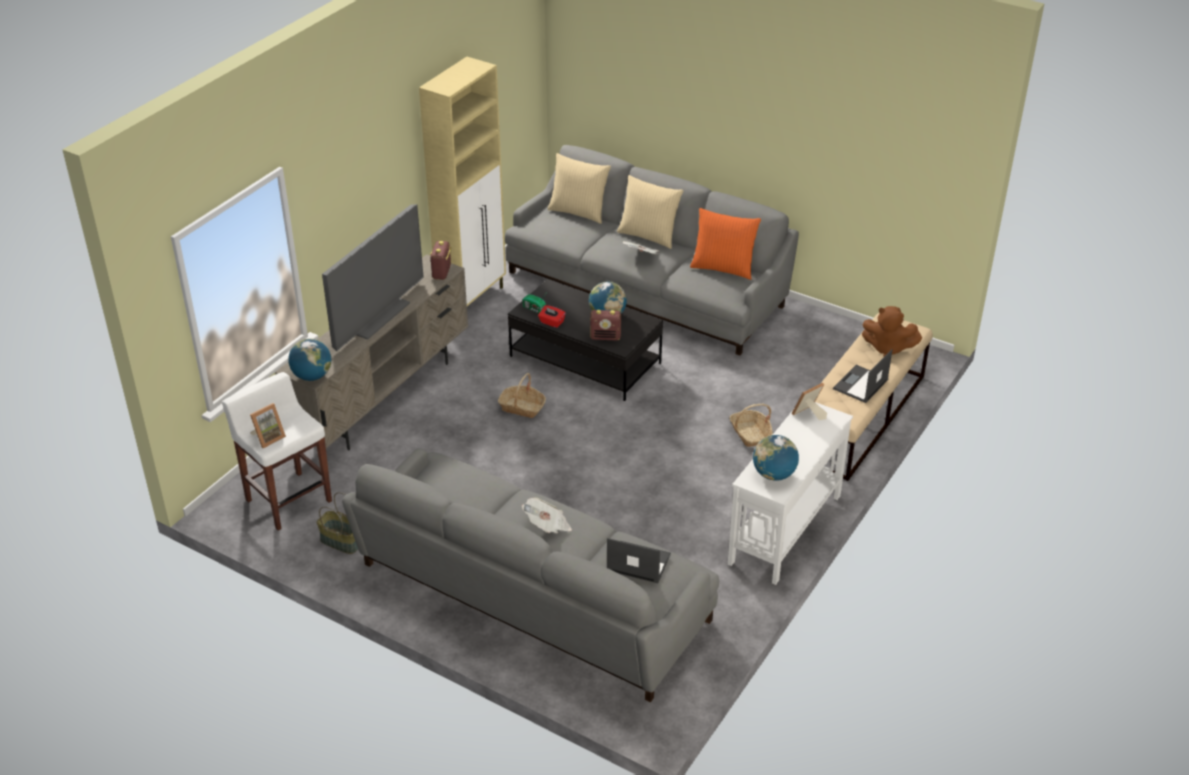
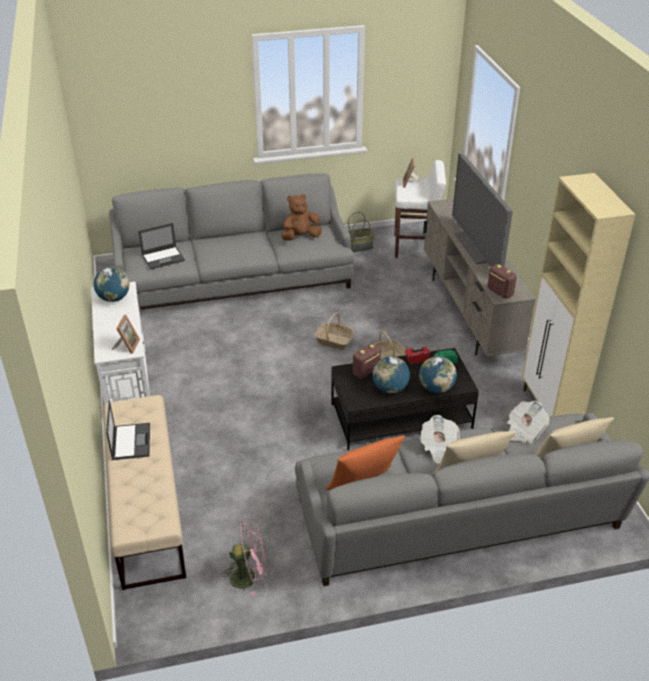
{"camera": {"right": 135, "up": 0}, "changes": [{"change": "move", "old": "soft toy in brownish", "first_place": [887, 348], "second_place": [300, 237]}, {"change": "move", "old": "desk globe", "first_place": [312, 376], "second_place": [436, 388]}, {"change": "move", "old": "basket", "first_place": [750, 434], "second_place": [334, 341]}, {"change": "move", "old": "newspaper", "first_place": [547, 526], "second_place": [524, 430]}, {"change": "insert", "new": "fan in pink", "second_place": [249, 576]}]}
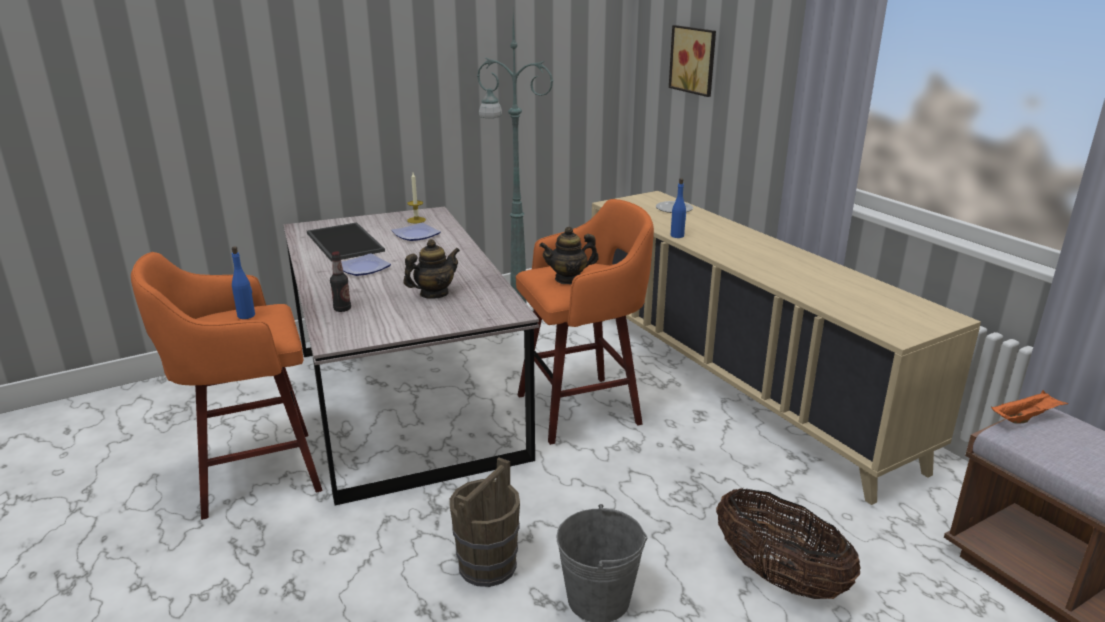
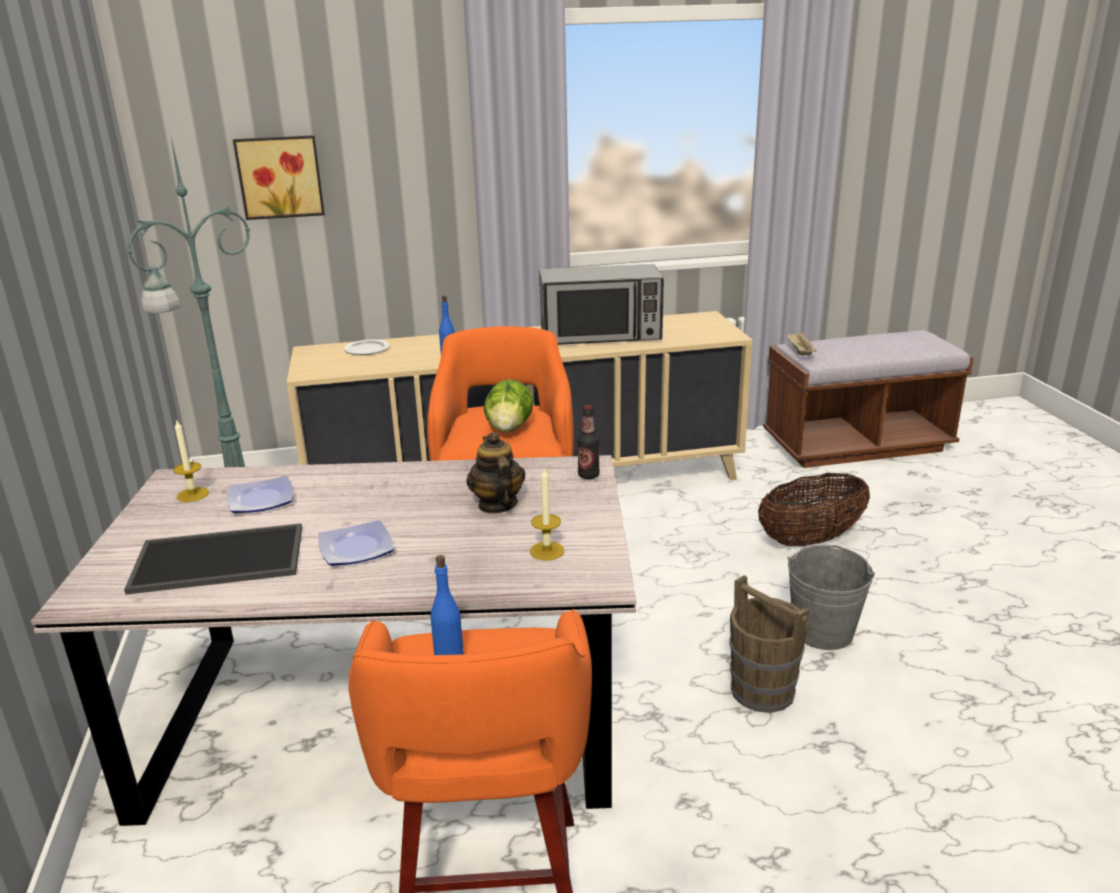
{"camera": {"right": -70, "up": 0}, "changes": [{"change": "replace", "old": "tea pot", "new": "head of lettuce", "first_place": [568, 279], "second_place": [509, 429]}, {"change": "move", "old": "drink bottle", "first_place": [342, 309], "second_place": [588, 475]}, {"change": "recolor", "old": "carrying tray in orangey", "new": "carrying tray in beige", "first_place": [1025, 418], "second_place": [799, 351]}, {"change": "insert", "new": "microwave oven", "second_place": [601, 335]}, {"change": "insert", "new": "wax candle", "second_place": [547, 551]}]}
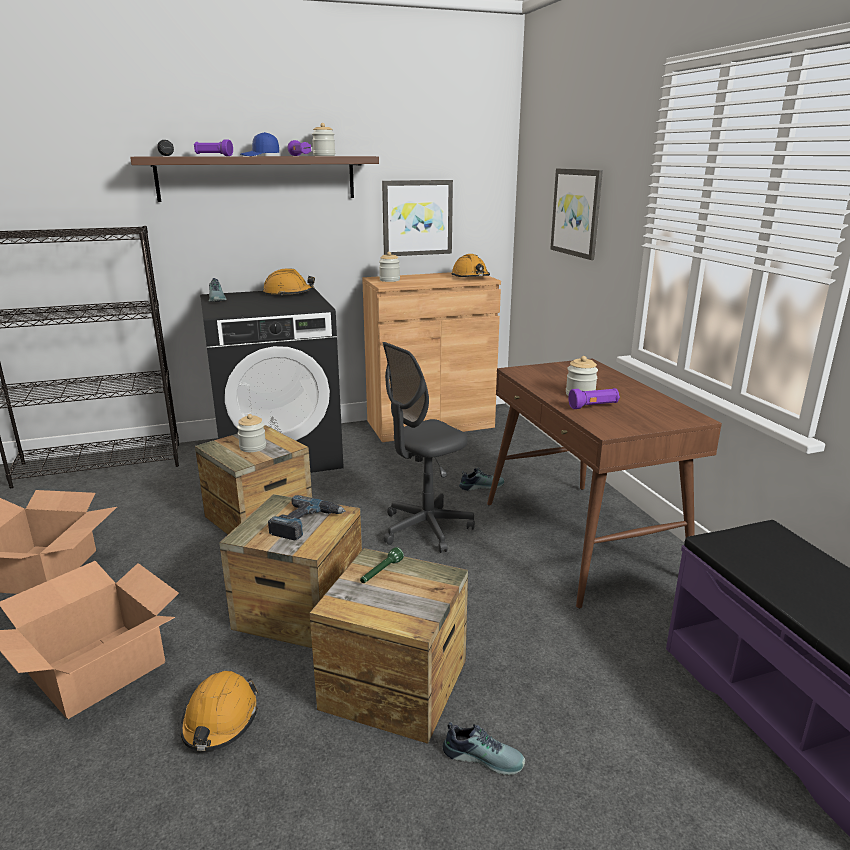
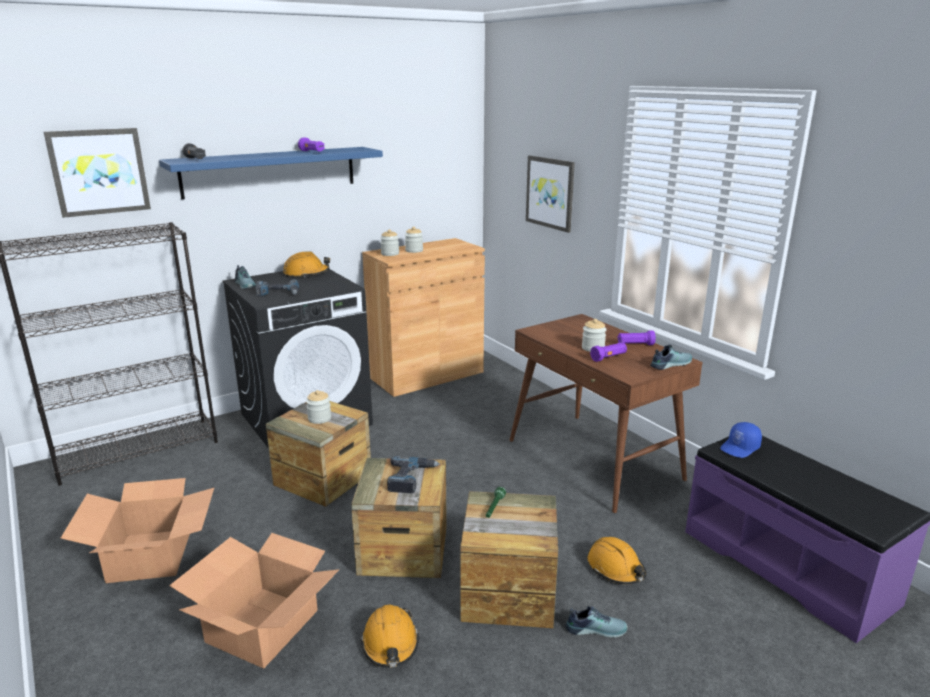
{"camera": {"right": -15, "up": 0}, "changes": [{"change": "move", "old": "storage jar", "first_place": [324, 155], "second_place": [414, 250]}, {"change": "move", "old": "cap in bluish", "first_place": [260, 156], "second_place": [740, 448]}, {"change": "move", "old": "hand torch in purple-coloured", "first_place": [213, 156], "second_place": [635, 344]}, {"change": "recolor", "old": "wall shelf in brownish", "new": "wall shelf in bluish", "first_place": [257, 178], "second_place": [270, 171]}, {"change": "move", "old": "picture", "first_place": [417, 218], "second_place": [99, 172]}, {"change": "move", "old": "work helmet in orangey", "first_place": [470, 277], "second_place": [616, 569]}, {"change": "delete", "old": "desk chair in gray", "first_place": [426, 529]}, {"change": "move", "old": "shoe", "first_place": [481, 486], "second_place": [669, 364]}, {"change": "insert", "new": "drill", "second_place": [278, 293]}]}
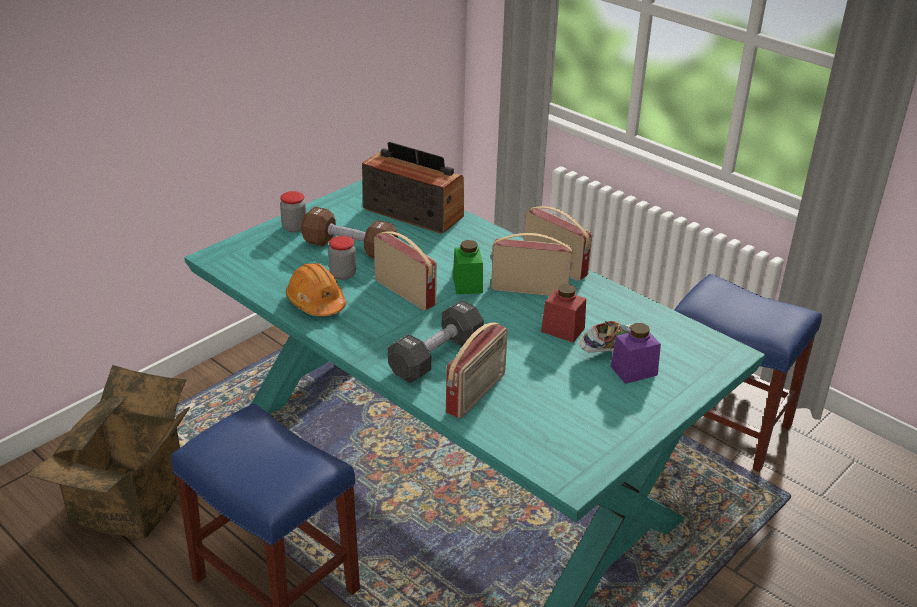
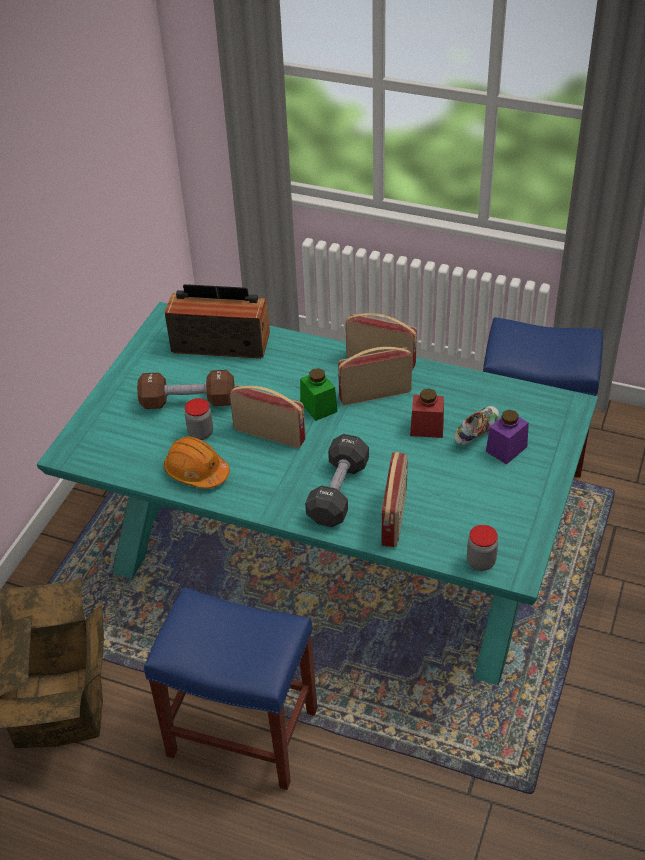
{"camera": {"right": -20, "up": 10}, "changes": [{"change": "move", "old": "storage jar", "first_place": [294, 227], "second_place": [480, 562]}]}
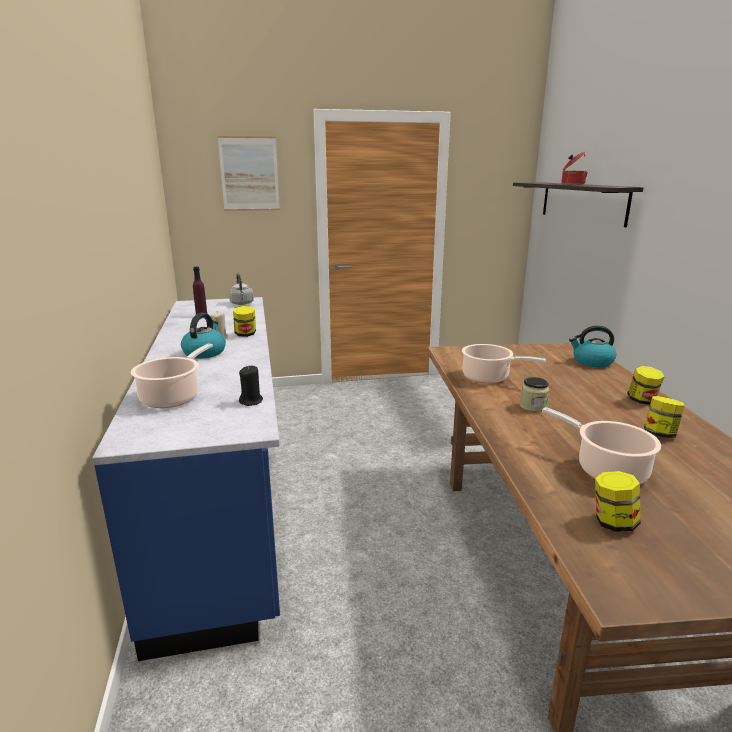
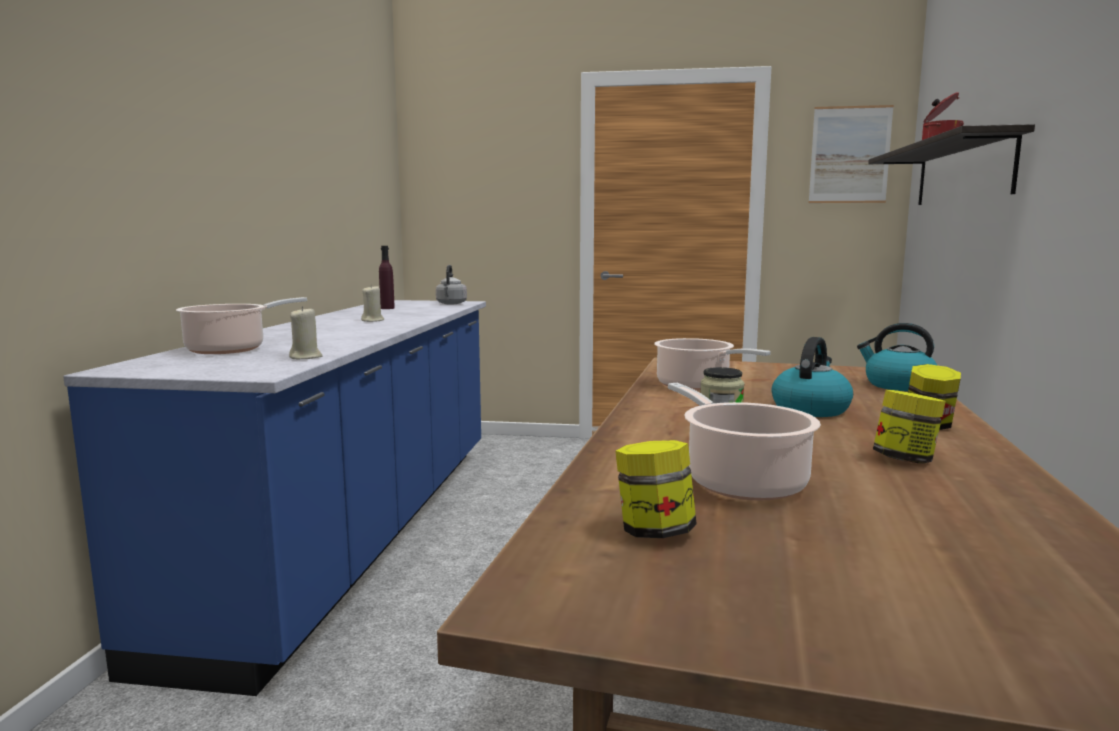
{"camera": {"right": 20, "up": -10}, "changes": [{"change": "move", "old": "picture", "first_place": [249, 174], "second_place": [850, 155]}, {"change": "delete", "old": "storage jar", "first_place": [245, 334]}, {"change": "move", "old": "kettle", "first_place": [204, 352], "second_place": [810, 409]}, {"change": "recolor", "old": "wax candle in black-coloured", "new": "wax candle in beige", "first_place": [251, 401], "second_place": [306, 357]}]}
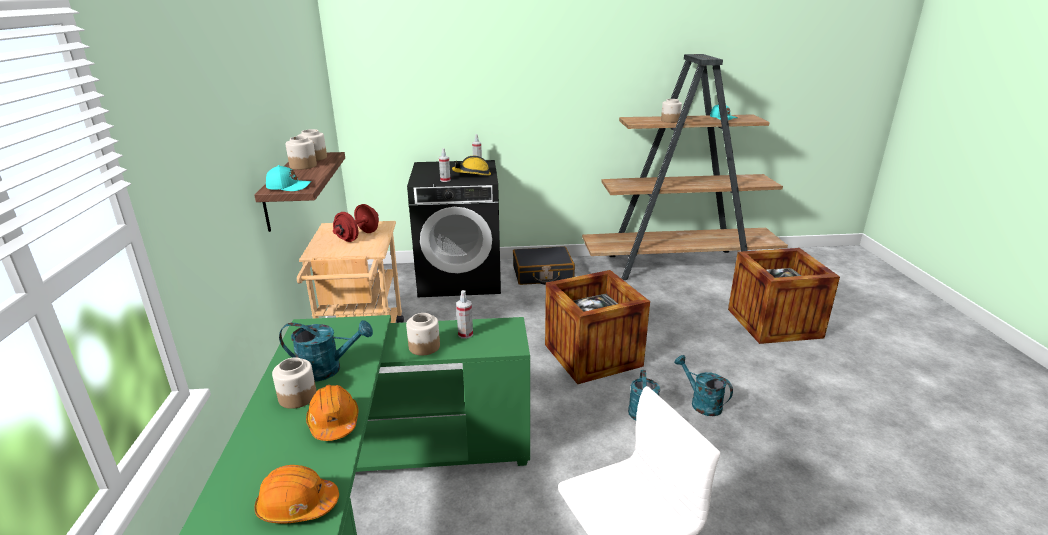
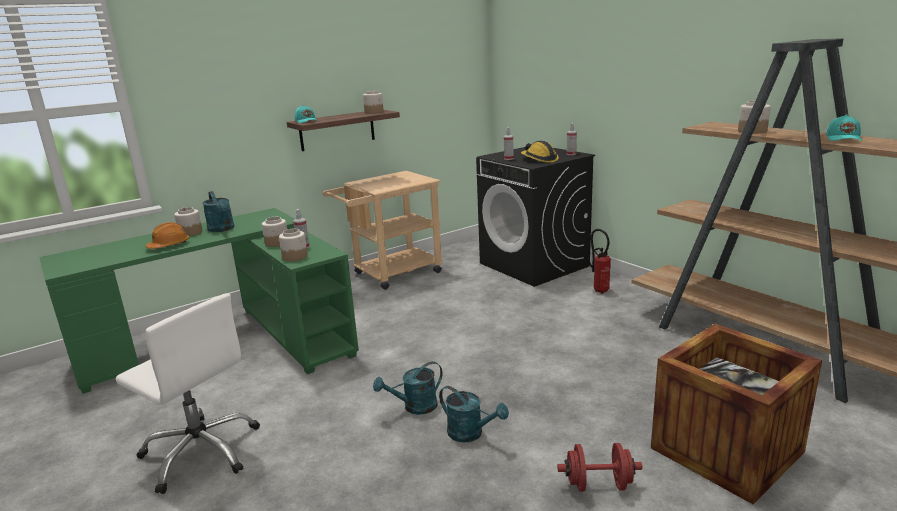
{"camera": {"right": 60, "up": -5}, "changes": [{"change": "move", "old": "storage jar", "first_place": [303, 166], "second_place": [295, 256]}, {"change": "move", "old": "dumbbell in reddish", "first_place": [358, 236], "second_place": [598, 484]}, {"change": "replace", "old": "travel case in black-coloured", "new": "fire extinguisher", "first_place": [542, 274], "second_place": [599, 290]}, {"change": "delete", "old": "crate", "first_place": [592, 355]}, {"change": "rotate", "old": "sprinkling can in blue-green", "first_place": [701, 403], "second_place": [471, 434], "degrees": 105}, {"change": "delete", "old": "work helmet in orangey", "first_place": [297, 505]}]}
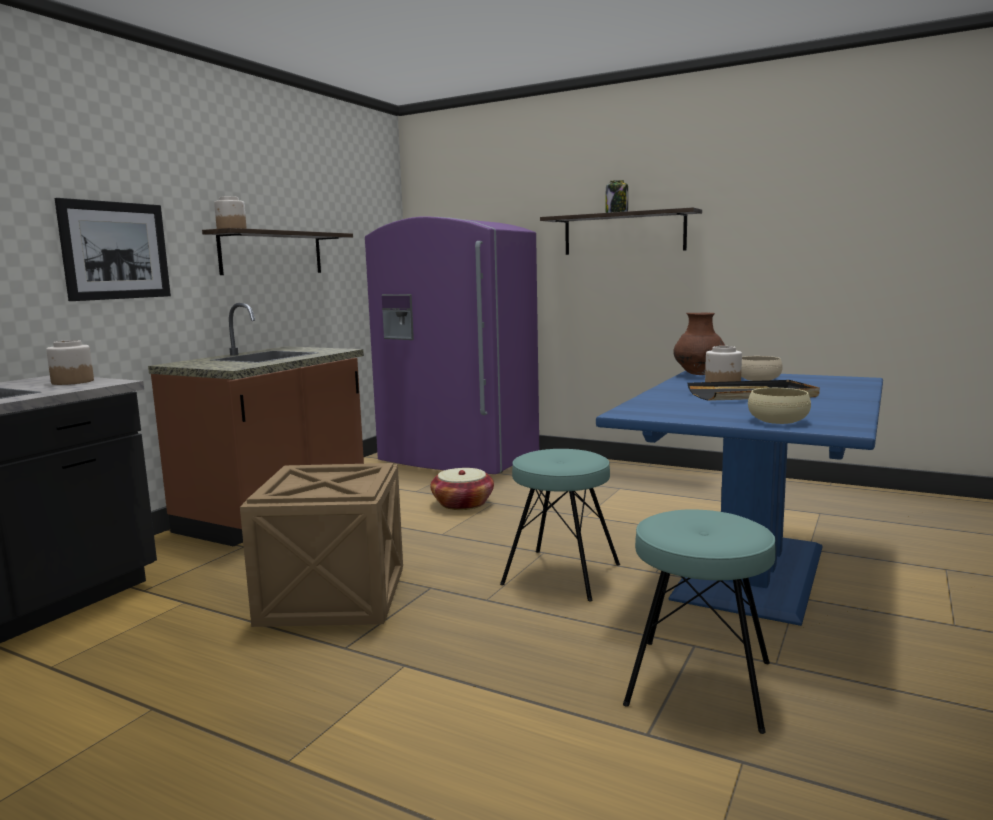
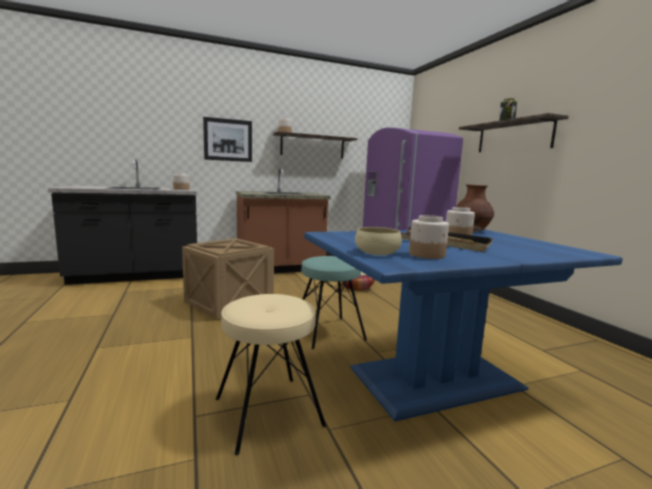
{"camera": {"right": 40, "up": 0}, "changes": [{"change": "delete", "old": "serving bowl in beige", "first_place": [758, 379]}, {"change": "recolor", "old": "stool in blue-green", "new": "stool in beige", "first_place": [699, 683], "second_place": [268, 411]}, {"change": "insert", "new": "storage jar", "second_place": [427, 255]}]}
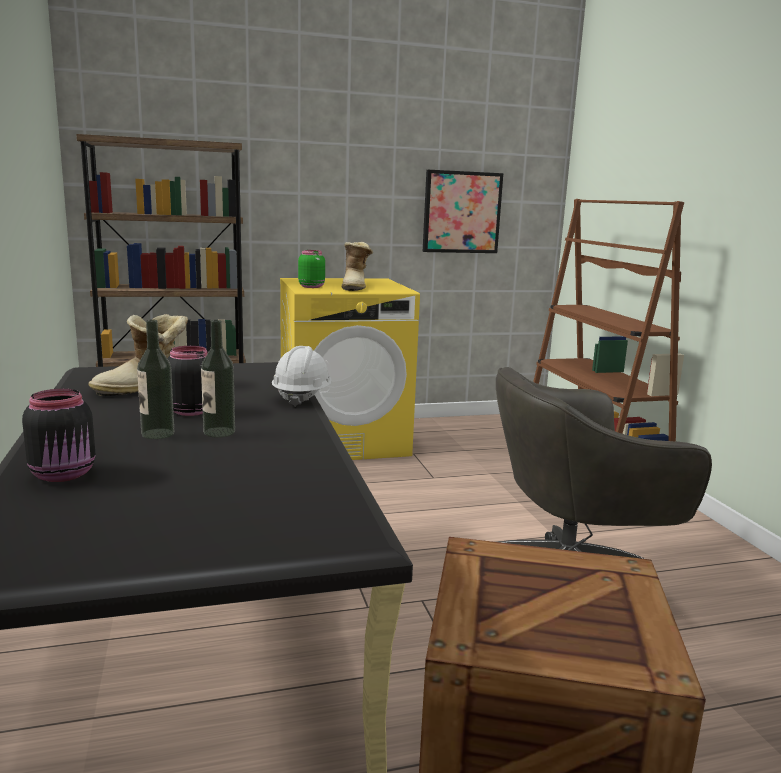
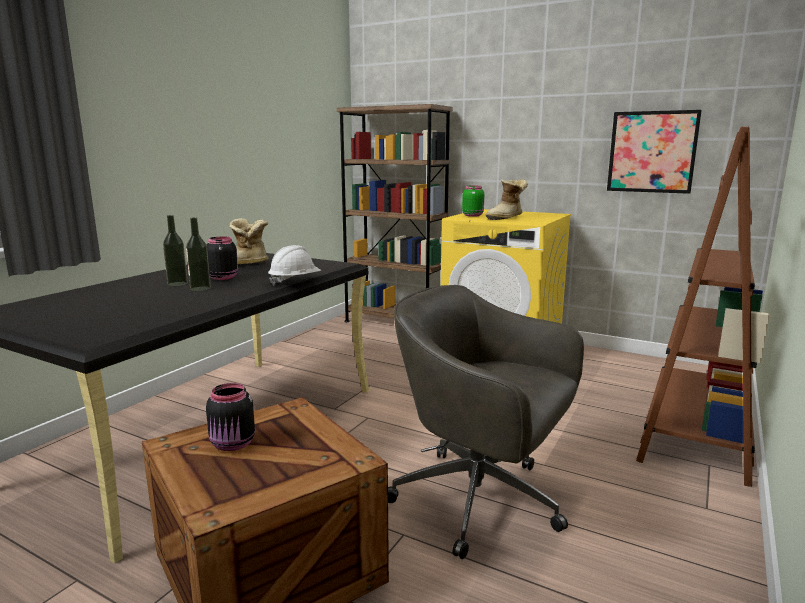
{"camera": {"right": 45, "up": 0}, "changes": [{"change": "move", "old": "storage jar in black-coloured", "first_place": [65, 474], "second_place": [233, 444]}]}
